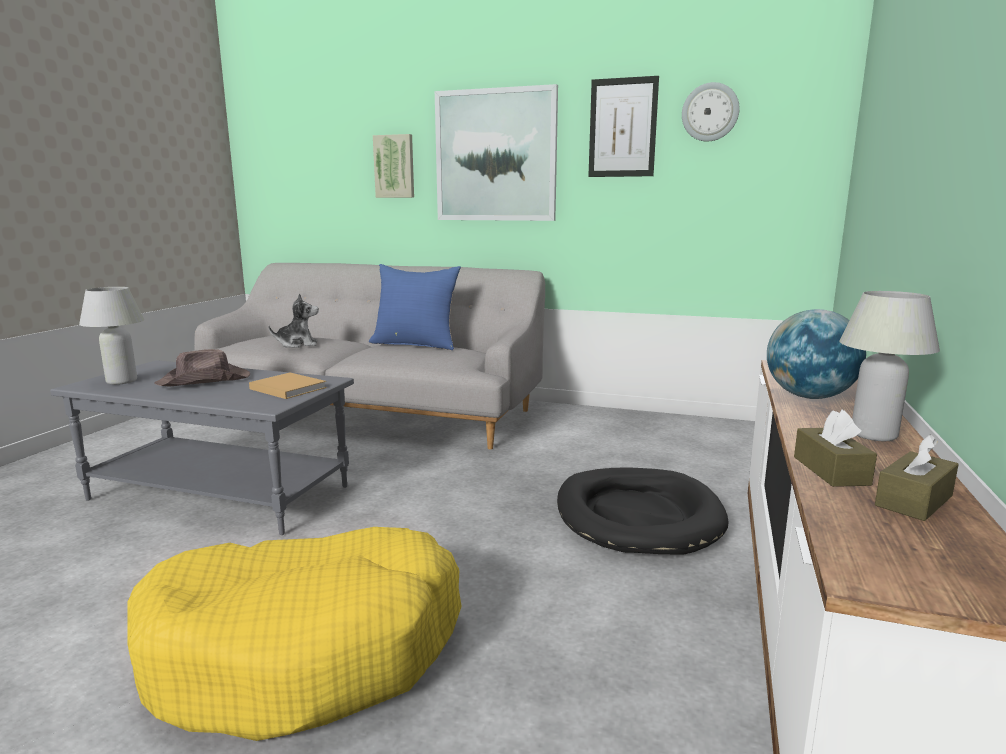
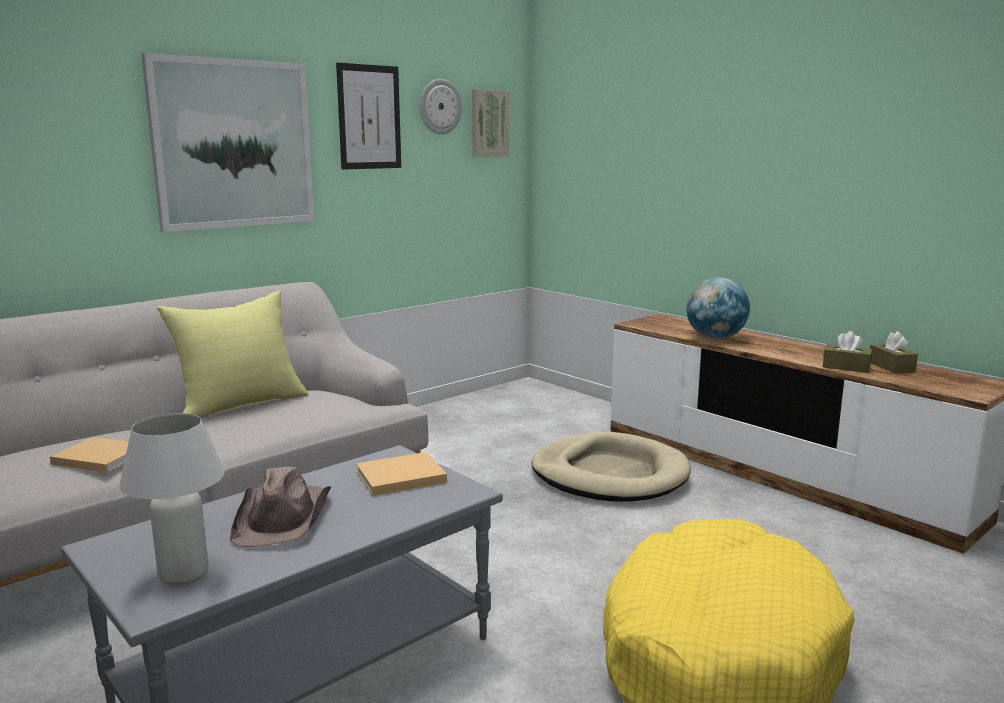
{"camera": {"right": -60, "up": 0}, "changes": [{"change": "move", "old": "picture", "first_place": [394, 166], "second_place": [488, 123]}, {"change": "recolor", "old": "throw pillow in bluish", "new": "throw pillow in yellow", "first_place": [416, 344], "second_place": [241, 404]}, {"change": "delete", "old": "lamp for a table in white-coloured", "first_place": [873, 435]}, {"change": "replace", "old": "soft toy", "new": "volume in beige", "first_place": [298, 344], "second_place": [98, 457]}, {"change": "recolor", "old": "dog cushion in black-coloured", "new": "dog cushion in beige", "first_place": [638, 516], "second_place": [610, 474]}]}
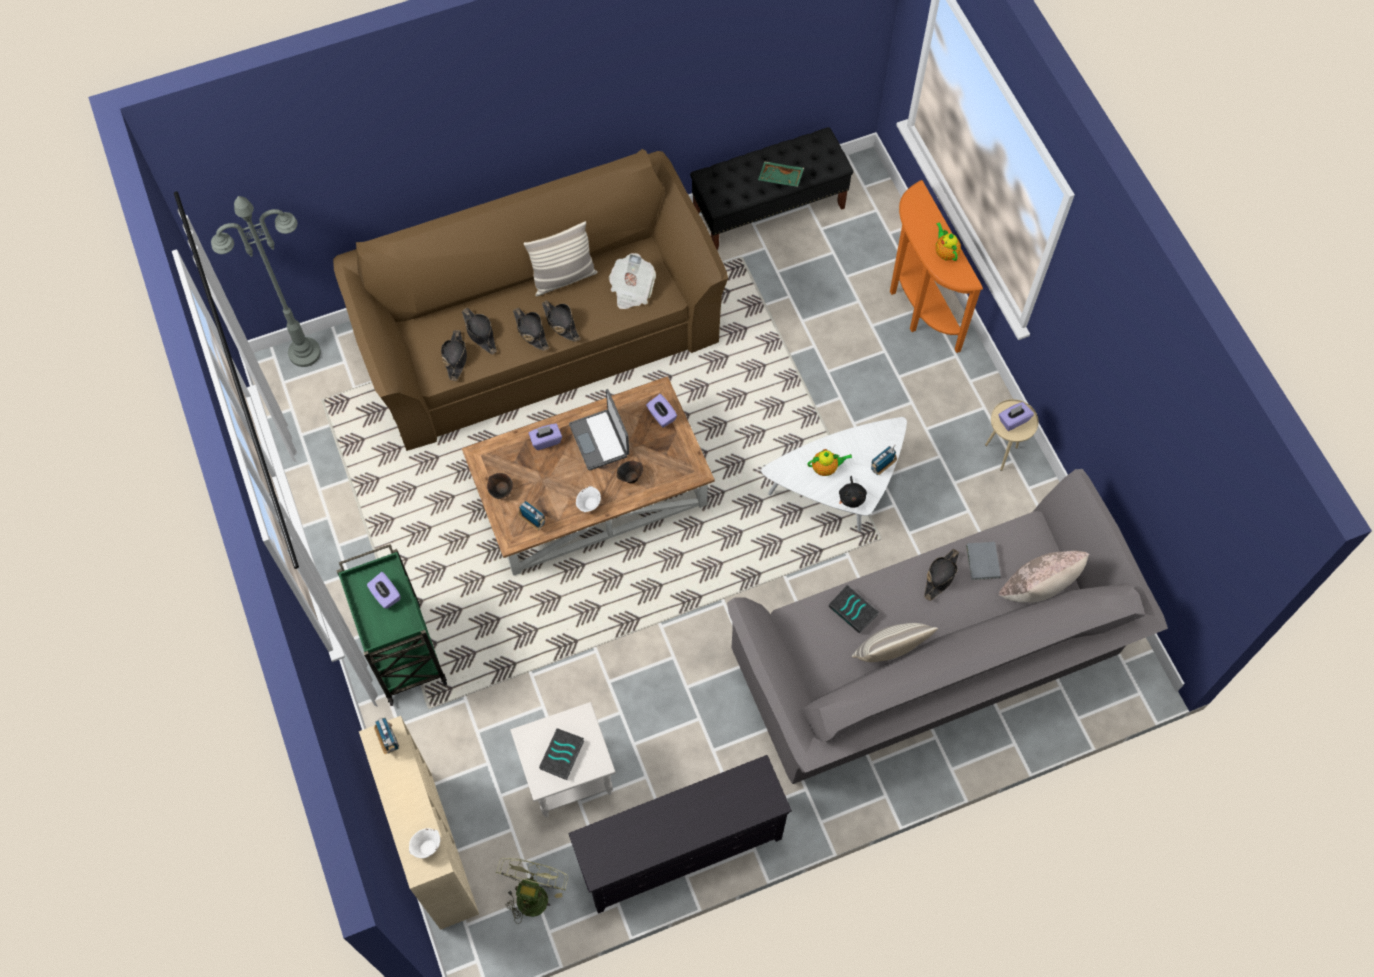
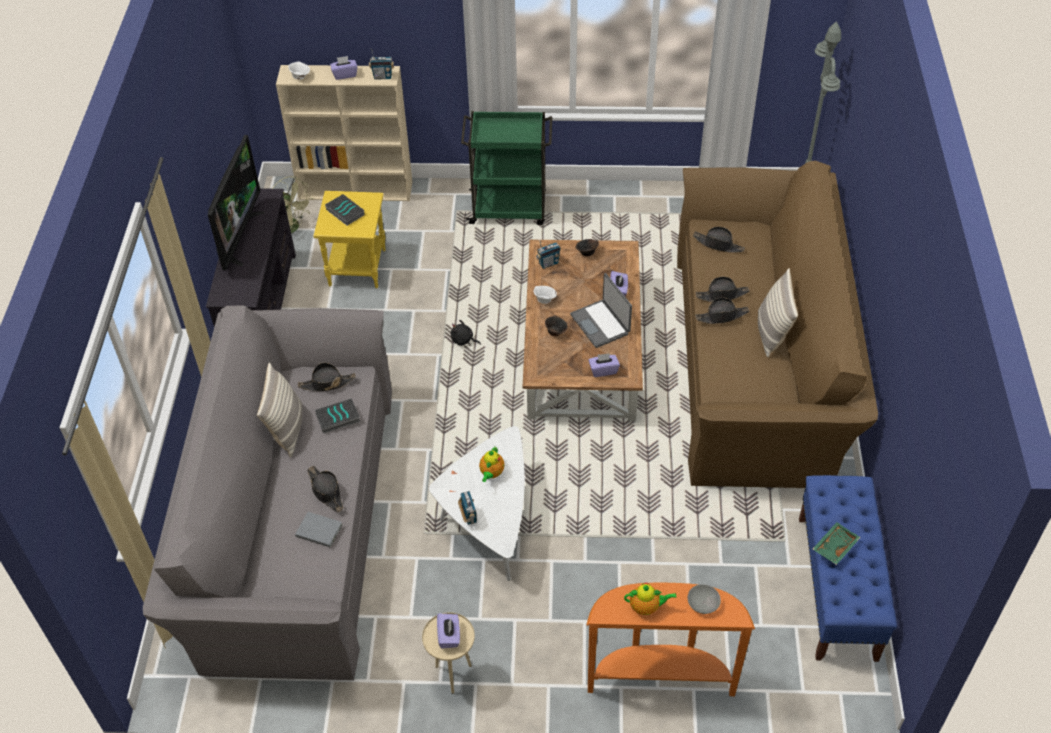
{"camera": {"right": 115, "up": -15}, "changes": [{"change": "recolor", "old": "long seat in black-coloured", "new": "long seat in bluish", "first_place": [769, 210], "second_place": [837, 587]}, {"change": "delete", "old": "newspaper", "first_place": [631, 289]}, {"change": "move", "old": "hat in black-coloured", "first_place": [480, 333], "second_place": [327, 383]}, {"change": "rotate", "old": "portable computer", "first_place": [600, 440], "second_place": [601, 324], "degrees": -120}, {"change": "move", "old": "soft toy in black-coloured", "first_place": [852, 497], "second_place": [463, 340]}, {"change": "delete", "old": "throw pillow in beige", "first_place": [1037, 589]}, {"change": "move", "old": "tissue holder in purple-coloured", "first_place": [385, 595], "second_place": [345, 74]}, {"change": "recolor", "old": "side table in white-coloured", "new": "side table in yellow", "first_place": [568, 778], "second_place": [356, 267]}, {"change": "insert", "new": "TV", "second_place": [239, 237]}, {"change": "insert", "new": "serving bowl in gray", "second_place": [703, 603]}]}
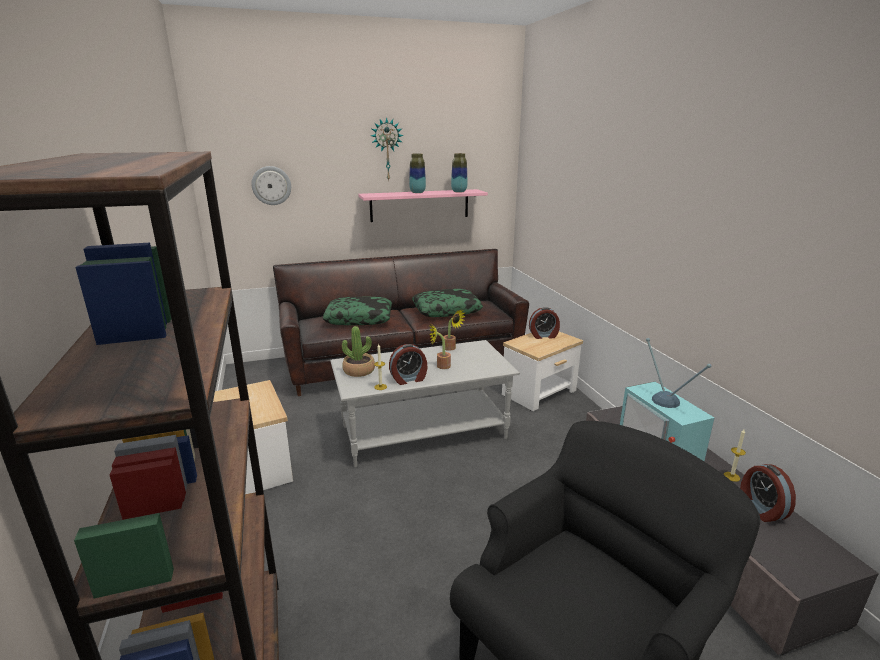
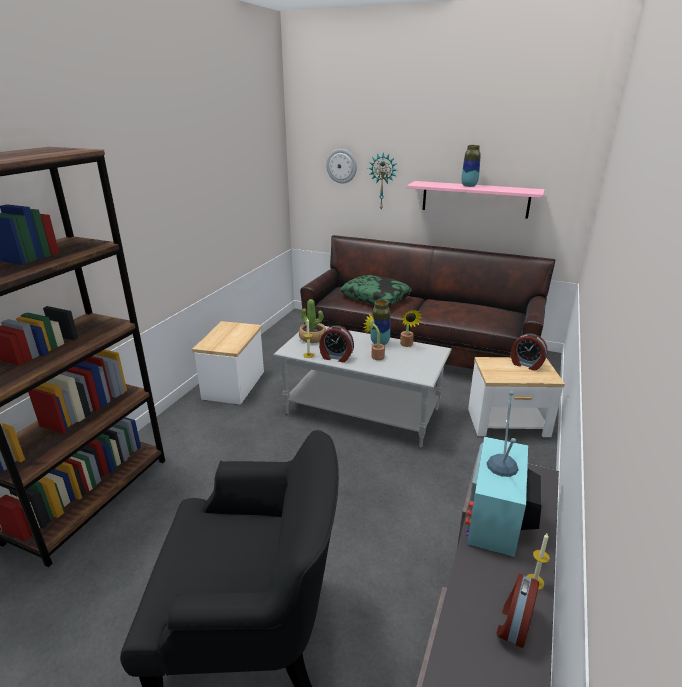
{"camera": {"right": 40, "up": 5}, "changes": [{"change": "move", "old": "hanging clock", "first_place": [387, 149], "second_place": [382, 181]}, {"change": "move", "old": "flower vase", "first_place": [459, 192], "second_place": [380, 343]}, {"change": "delete", "old": "throw pillow", "first_place": [446, 310]}]}
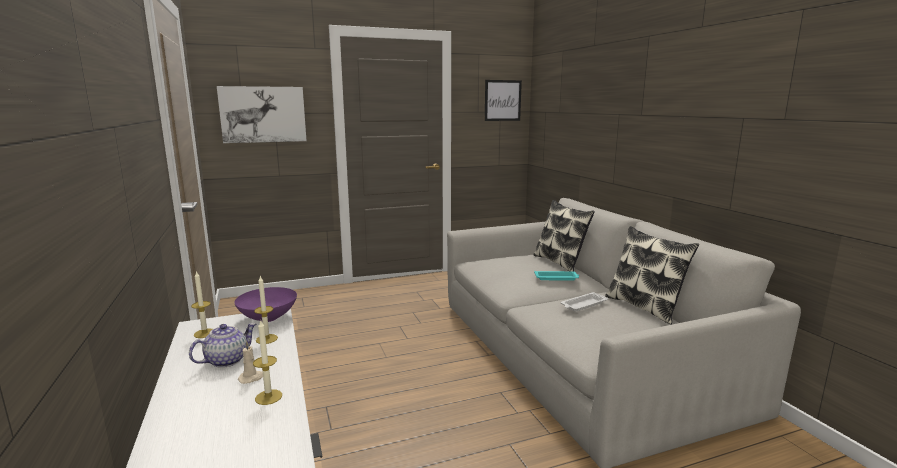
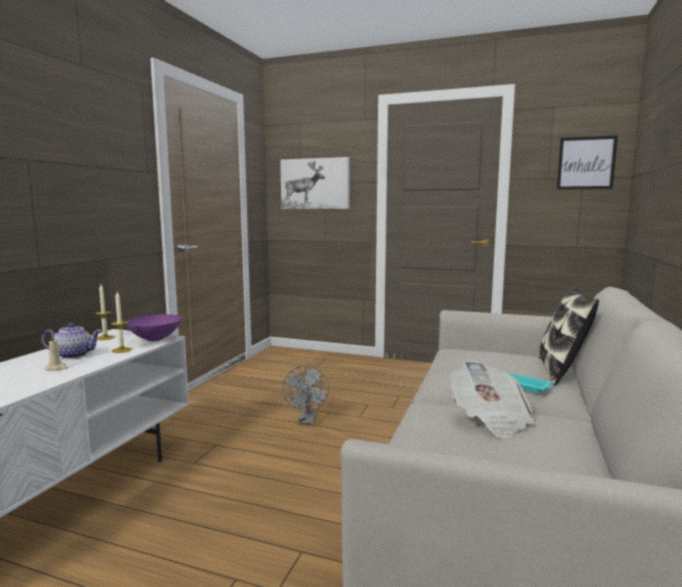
{"camera": {"right": 40, "up": -5}, "changes": [{"change": "delete", "old": "throw pillow", "first_place": [644, 307]}, {"change": "replace", "old": "carrying tray in white-coloured", "new": "newspaper", "first_place": [583, 305], "second_place": [490, 419]}, {"change": "delete", "old": "wax candle", "first_place": [268, 397]}, {"change": "insert", "new": "fan in gray", "second_place": [307, 421]}]}
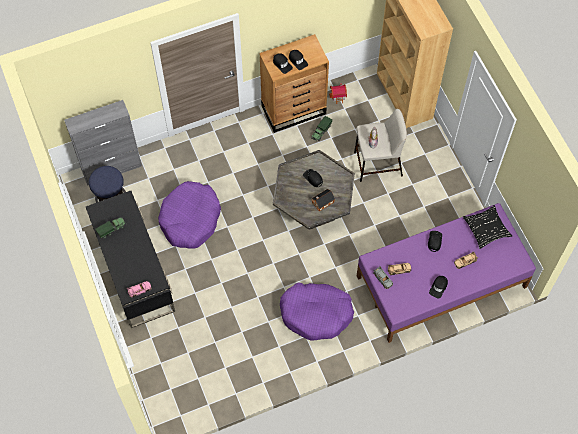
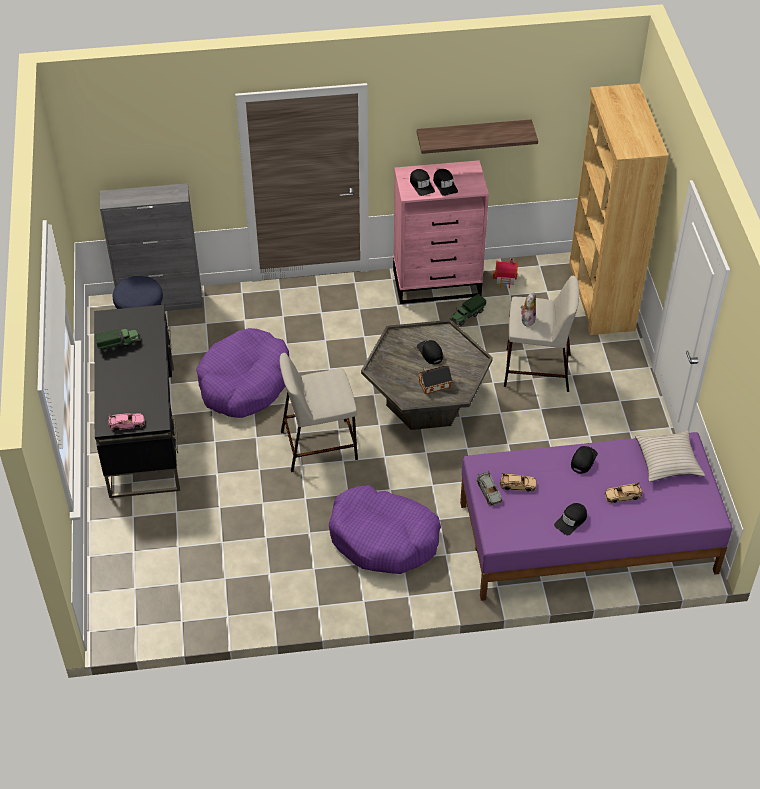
{"camera": {"right": 15, "up": -15}, "changes": [{"change": "recolor", "old": "dresser in brownish", "new": "dresser in pink", "first_place": [294, 110], "second_place": [437, 283]}, {"change": "recolor", "old": "throw pillow in black-coloured", "new": "throw pillow in beige", "first_place": [486, 229], "second_place": [667, 461]}, {"change": "insert", "new": "wall shelf", "second_place": [473, 135]}, {"change": "insert", "new": "stool in beige", "second_place": [320, 444]}]}
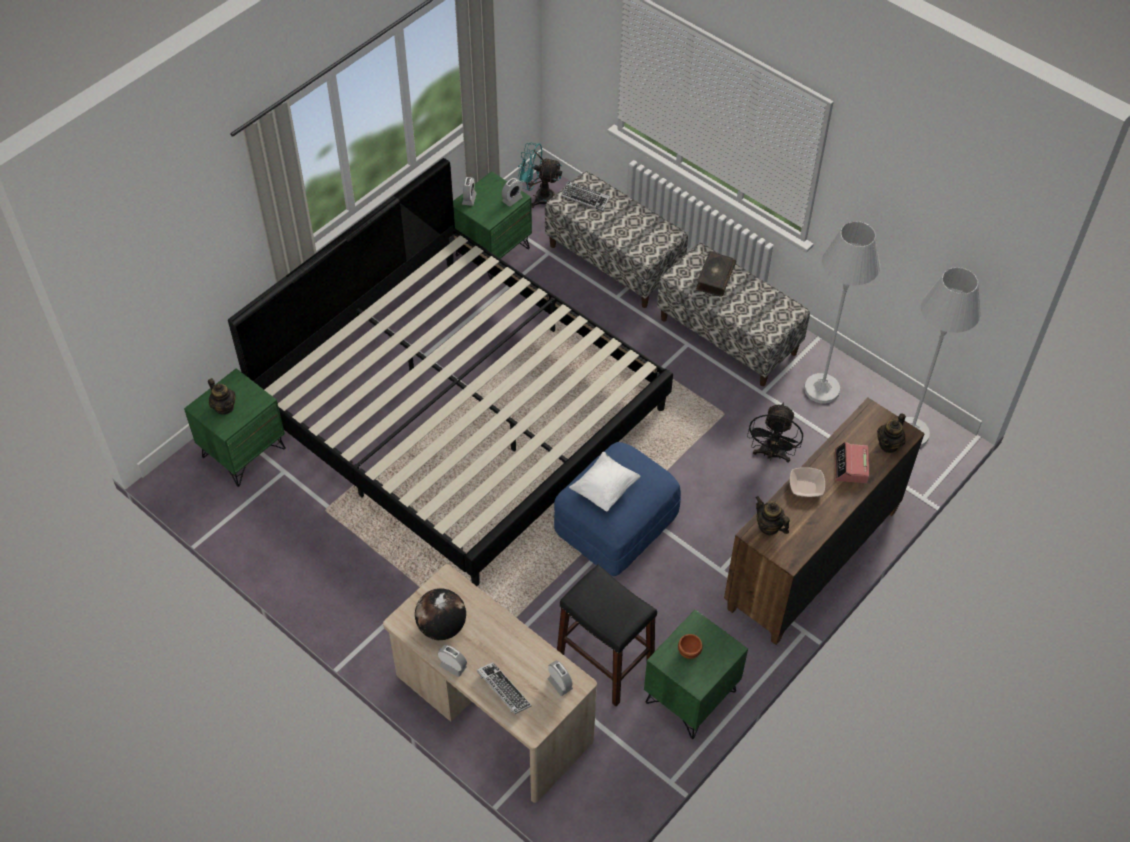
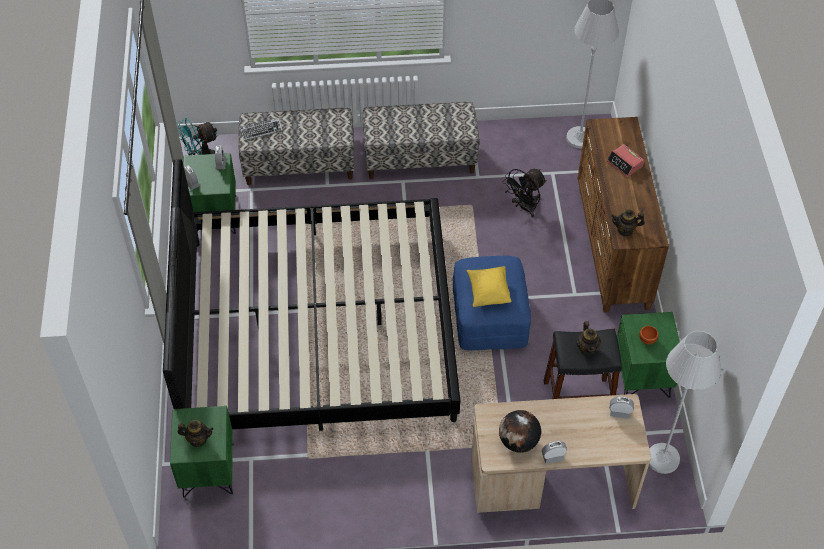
{"camera": {"right": -45, "up": 0}, "changes": [{"change": "move", "old": "standing lamp in white-coloured", "first_place": [822, 389], "second_place": [663, 458]}, {"change": "delete", "old": "volume", "first_place": [714, 278]}, {"change": "rotate", "old": "fan in black-coloured", "first_place": [771, 455], "second_place": [524, 208], "degrees": 75}, {"change": "move", "old": "tea pot", "first_place": [889, 444], "second_place": [587, 348]}, {"change": "recolor", "old": "throw pillow in white-coloured", "new": "throw pillow in yellow", "first_place": [605, 489], "second_place": [488, 292]}, {"change": "delete", "old": "serving bowl", "first_place": [806, 486]}, {"change": "delete", "old": "computer keyboard", "first_place": [503, 690]}]}
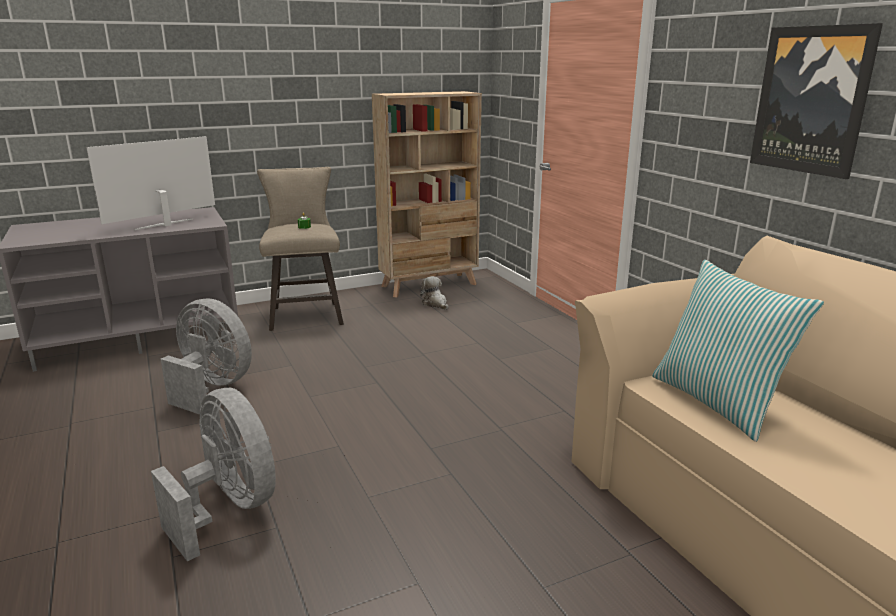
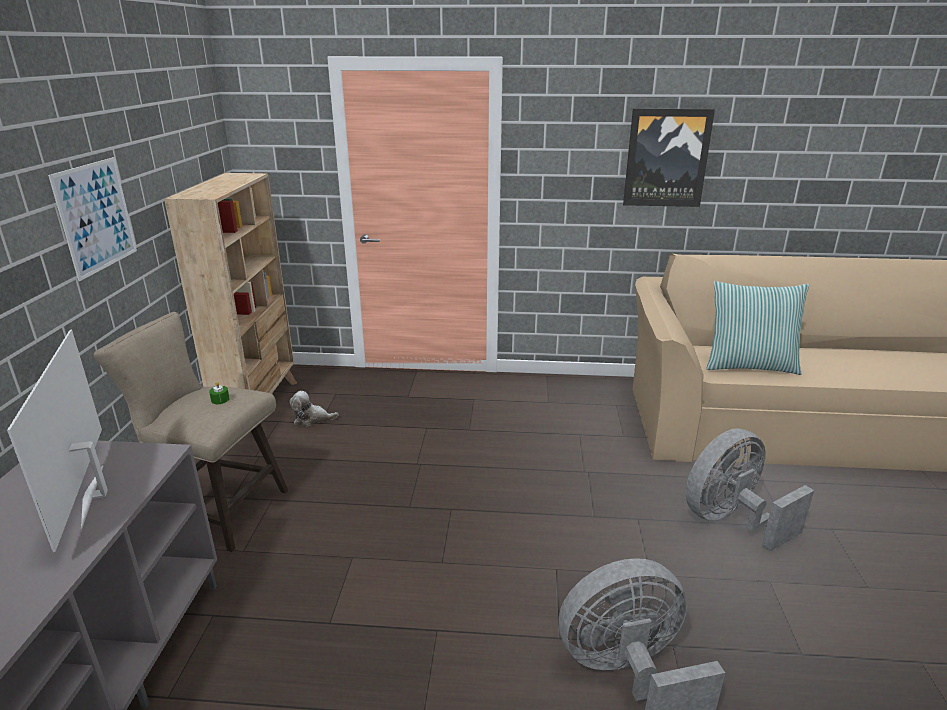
{"camera": {"right": -60, "up": 5}, "changes": [{"change": "move", "old": "fan in gray", "first_place": [212, 388], "second_place": [730, 520]}, {"change": "insert", "new": "picture", "second_place": [96, 217]}]}
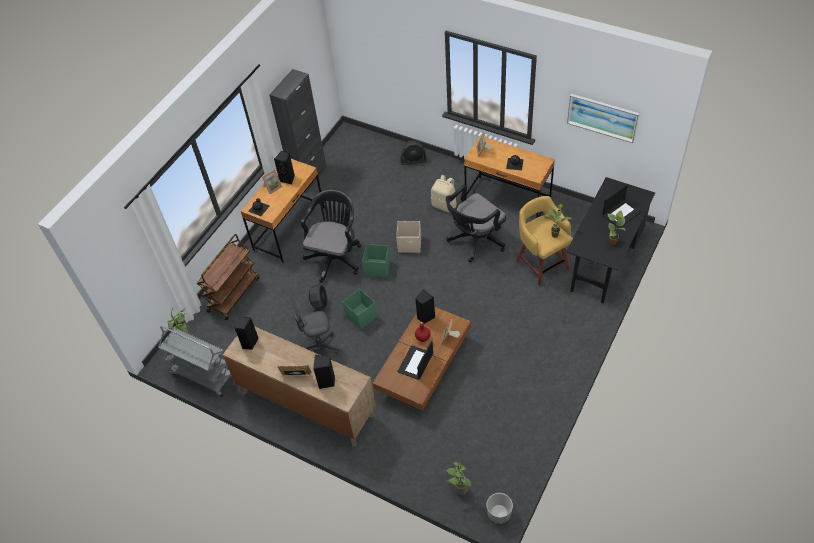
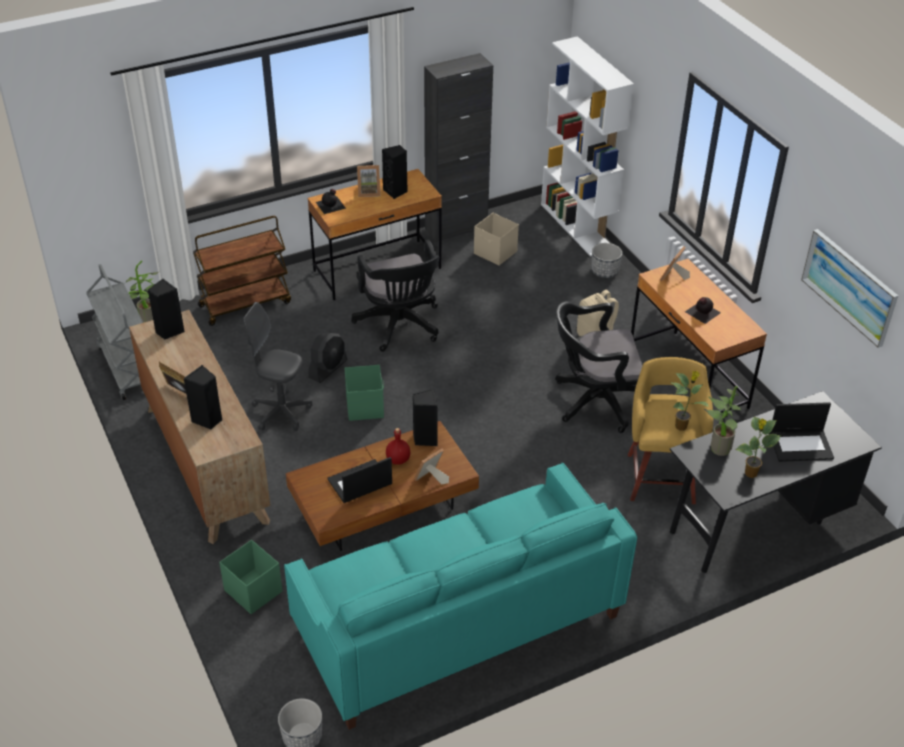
{"camera": {"right": 30, "up": -10}, "changes": [{"change": "replace", "old": "fan in black-coloured", "new": "flower pot", "first_place": [413, 160], "second_place": [605, 271]}, {"change": "rotate", "old": "desk chair in black-coloured", "first_place": [335, 257], "second_place": [400, 327], "degrees": 105}, {"change": "move", "old": "storage bin in beige", "first_place": [410, 244], "second_place": [495, 253]}, {"change": "move", "old": "storage bin in greenish", "first_place": [377, 268], "second_place": [253, 590]}, {"change": "move", "old": "potted plant", "first_place": [459, 489], "second_place": [717, 448]}, {"change": "insert", "new": "bookshelf in white-coloured", "second_place": [577, 226]}, {"change": "insert", "new": "couch in blue-green", "second_place": [457, 623]}]}
